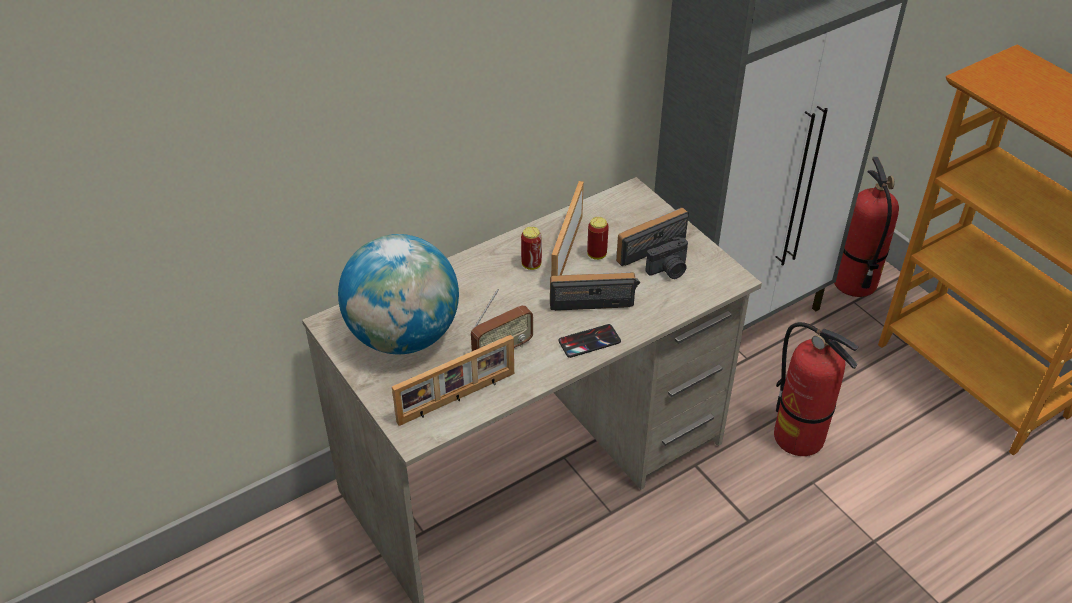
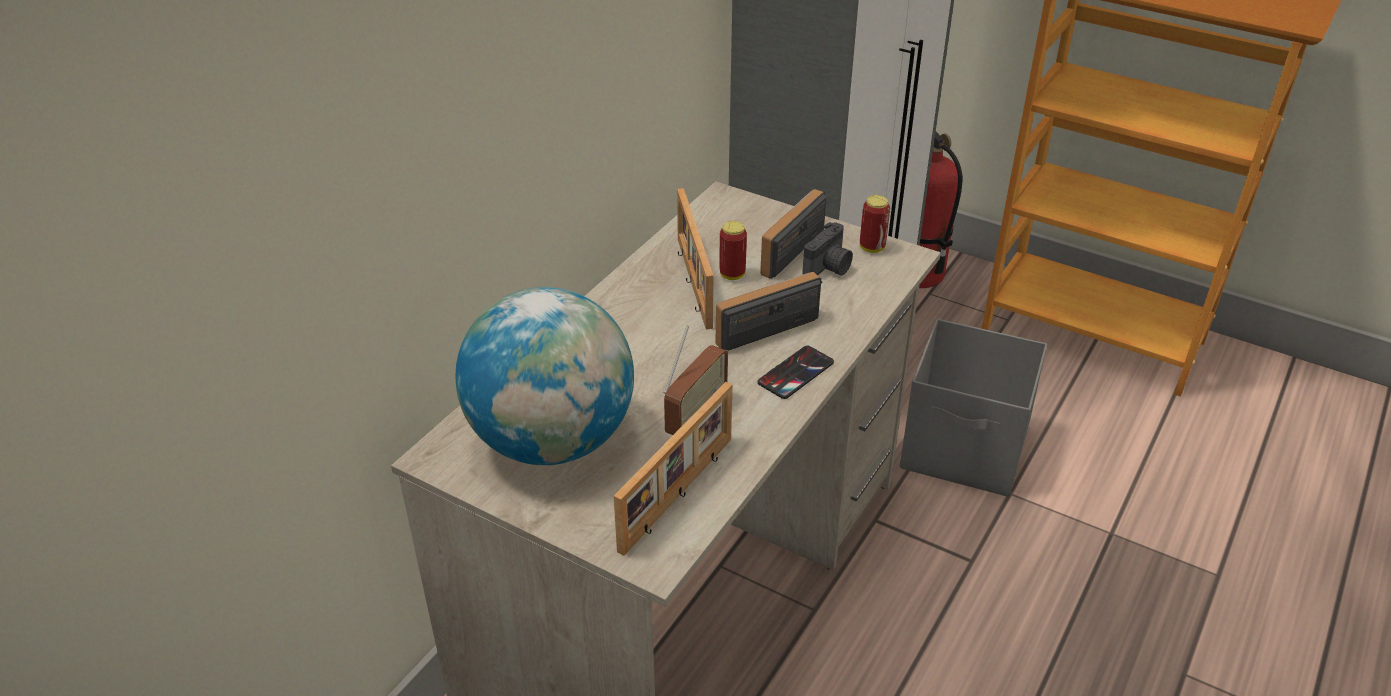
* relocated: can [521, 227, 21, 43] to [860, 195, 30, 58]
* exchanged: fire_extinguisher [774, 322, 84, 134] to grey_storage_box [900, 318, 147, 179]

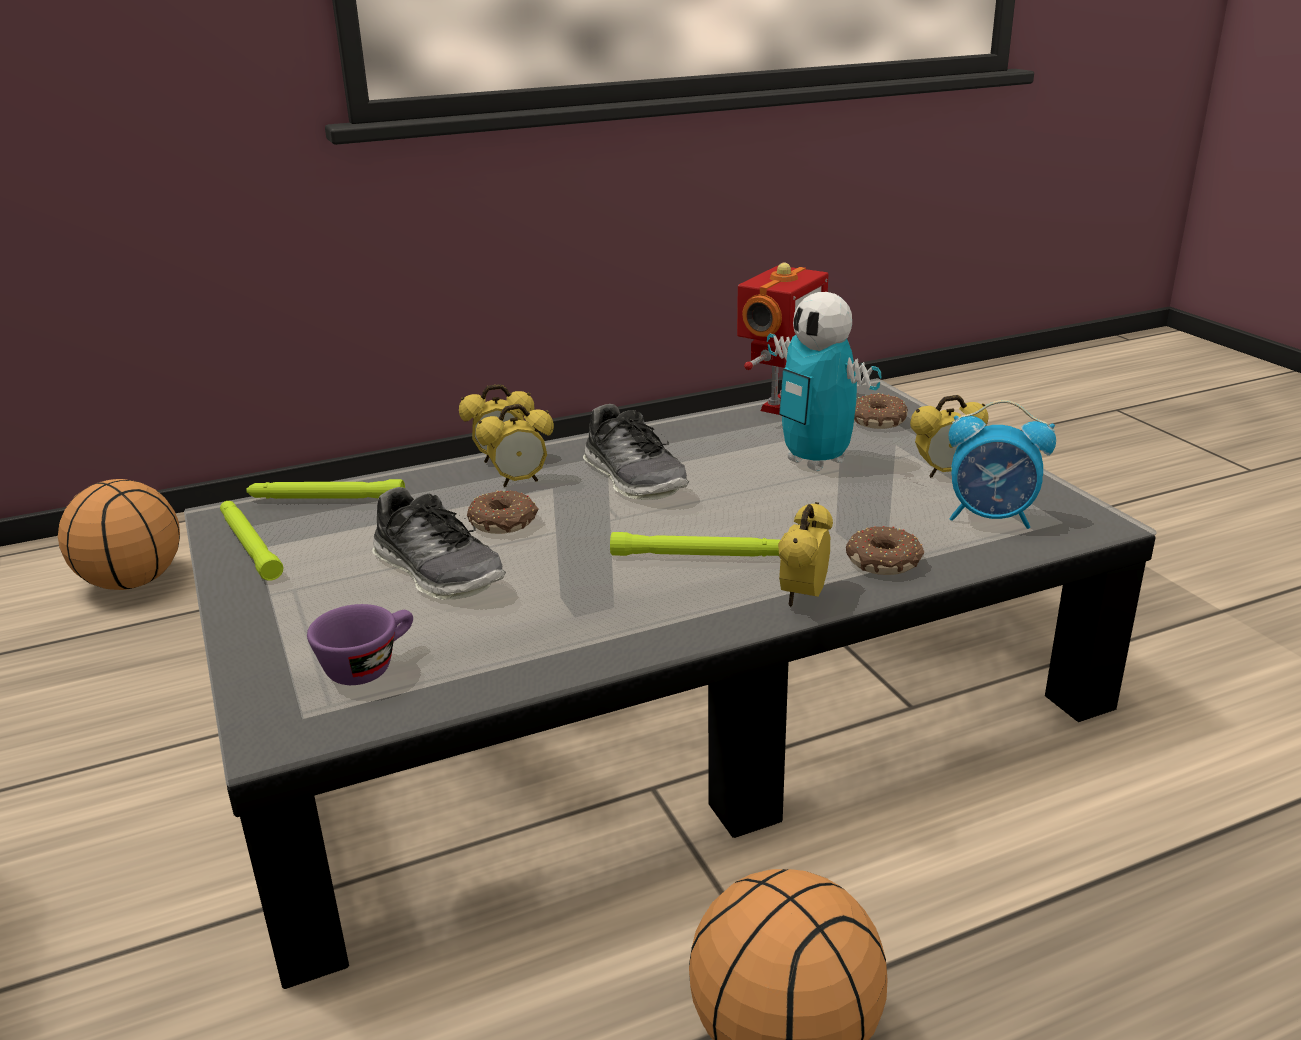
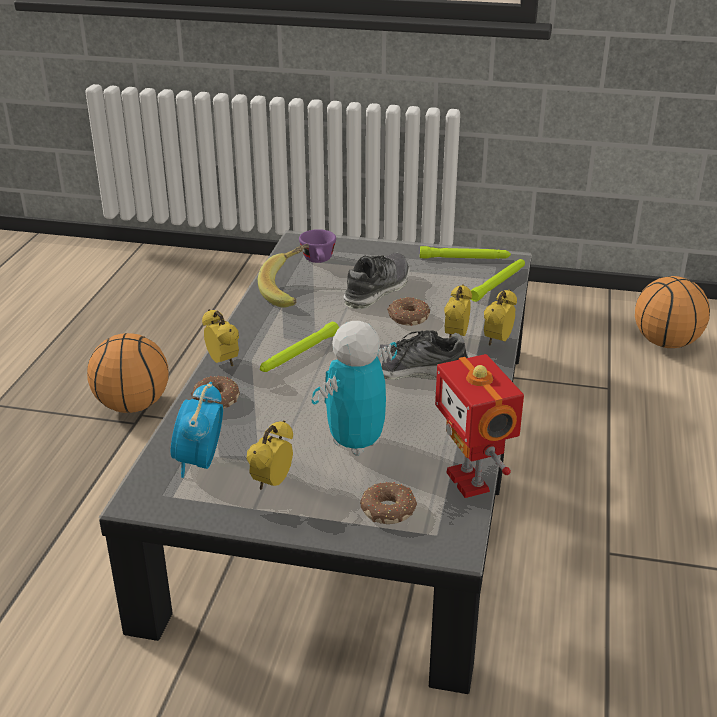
* spun: toy_robot [767, 292, 115, 180] = [312, 321, 85, 135] 45 degrees counterclockwise
* spun: alarm_clock [949, 400, 107, 129] = [171, 382, 52, 96] 45 degrees counterclockwise
* spun: shoe [372, 487, 134, 113] = [344, 253, 66, 56] 135 degrees clockwise
* appeared: banana [258, 244, 51, 64]

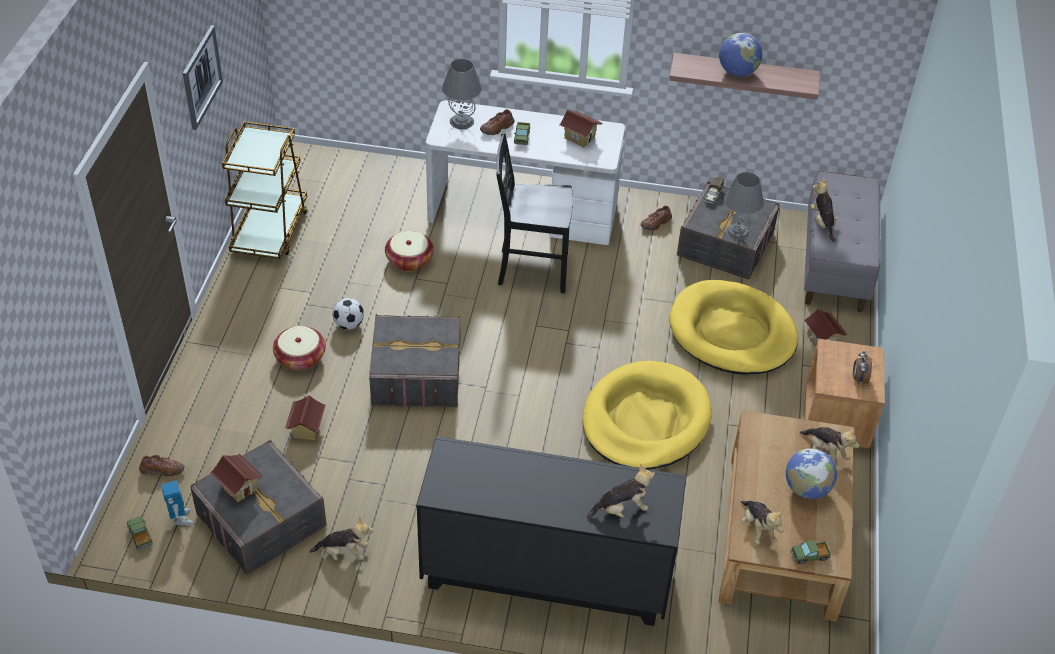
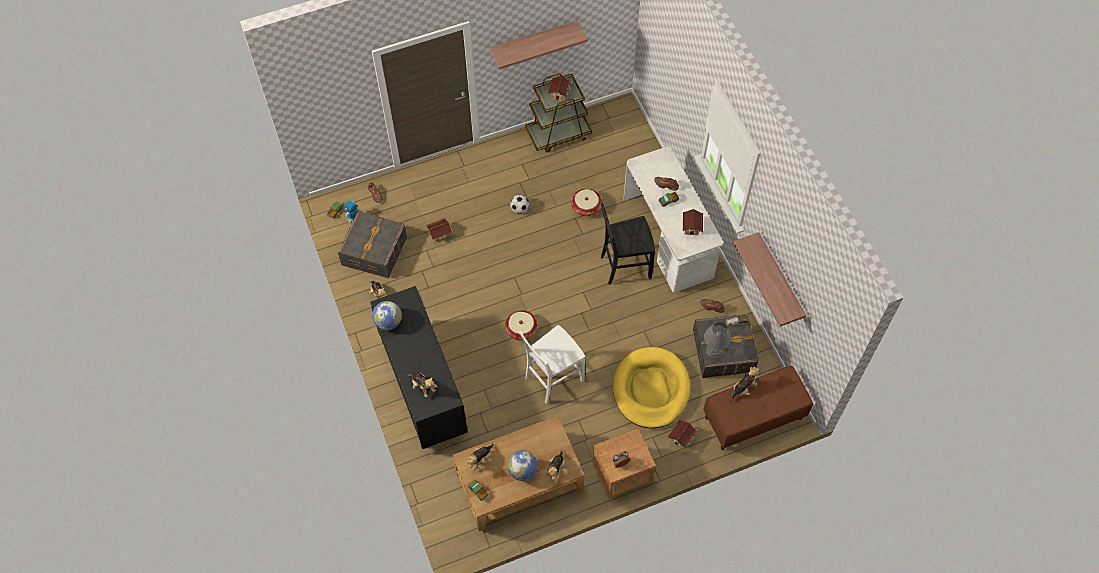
* exchanged: picture [183, 25, 40, 105] to shelf [490, 21, 98, 49]
* relocated: globe [719, 33, 43, 43] to [372, 301, 30, 29]
* missing: grey_table_lamp [442, 59, 40, 70]
* spun: black_chair [496, 132, 77, 161] = [601, 203, 54, 82] 75 degrees counterclockwise
* colour: grey_bench [804, 171, 76, 141] to brown_bench [703, 366, 110, 84]
* missing: grey_storage_box [369, 314, 91, 94]
* relocated: basket [273, 326, 53, 45] to [505, 310, 33, 30]
* exchanged: yellow_dog_bed [582, 361, 130, 108] to white_chair [519, 325, 66, 79]
* relocated: toy_house [210, 454, 53, 48] to [548, 75, 23, 26]

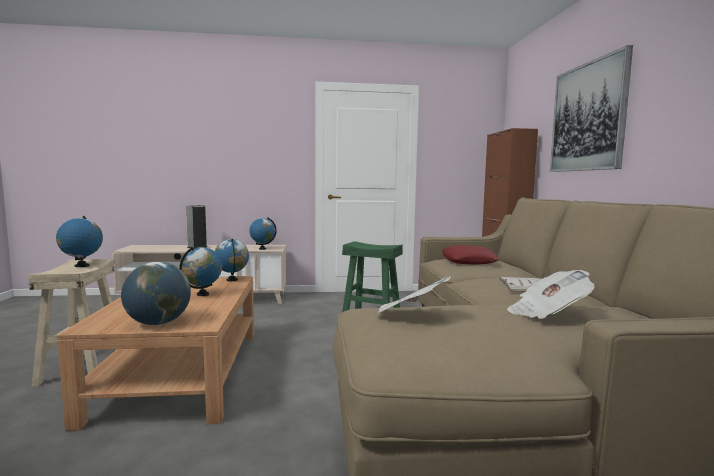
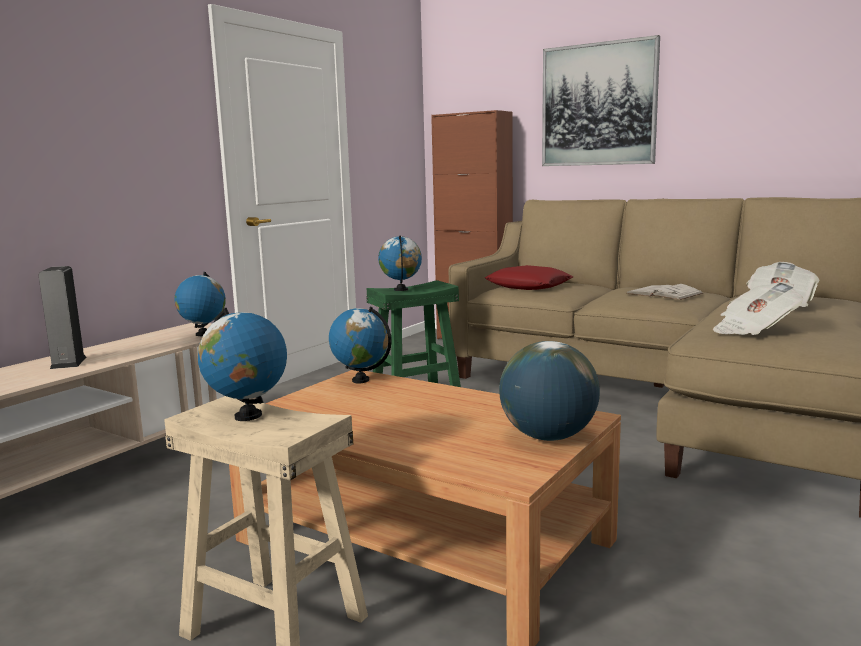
* relocated: globe [179, 247, 43, 49] to [378, 236, 44, 55]

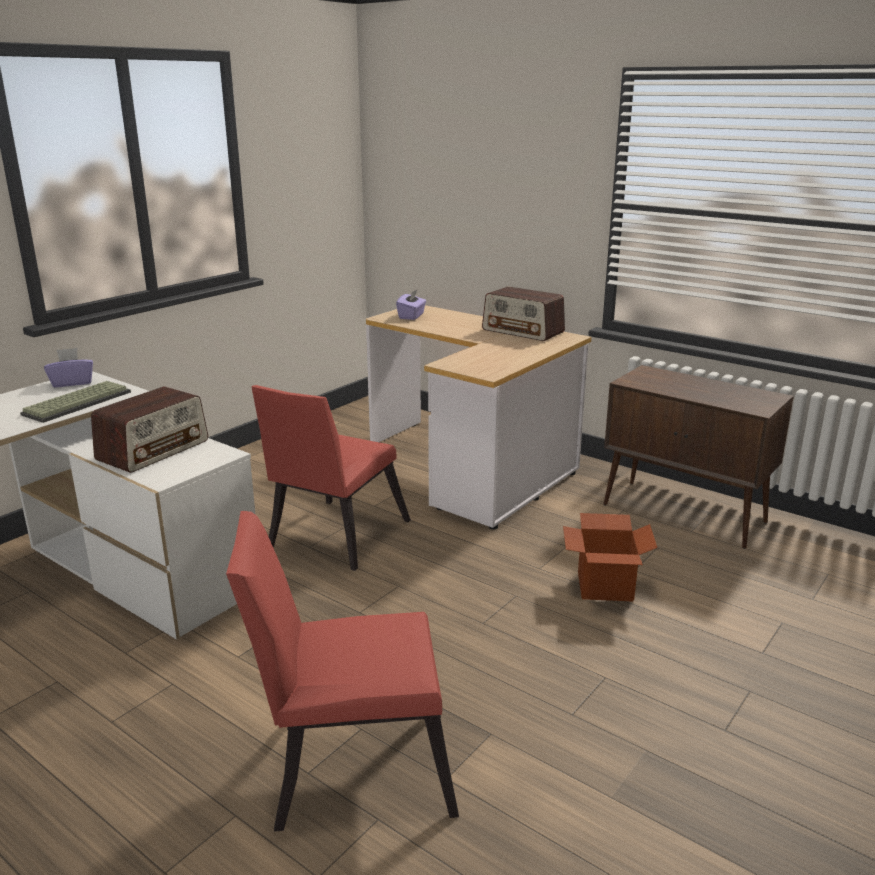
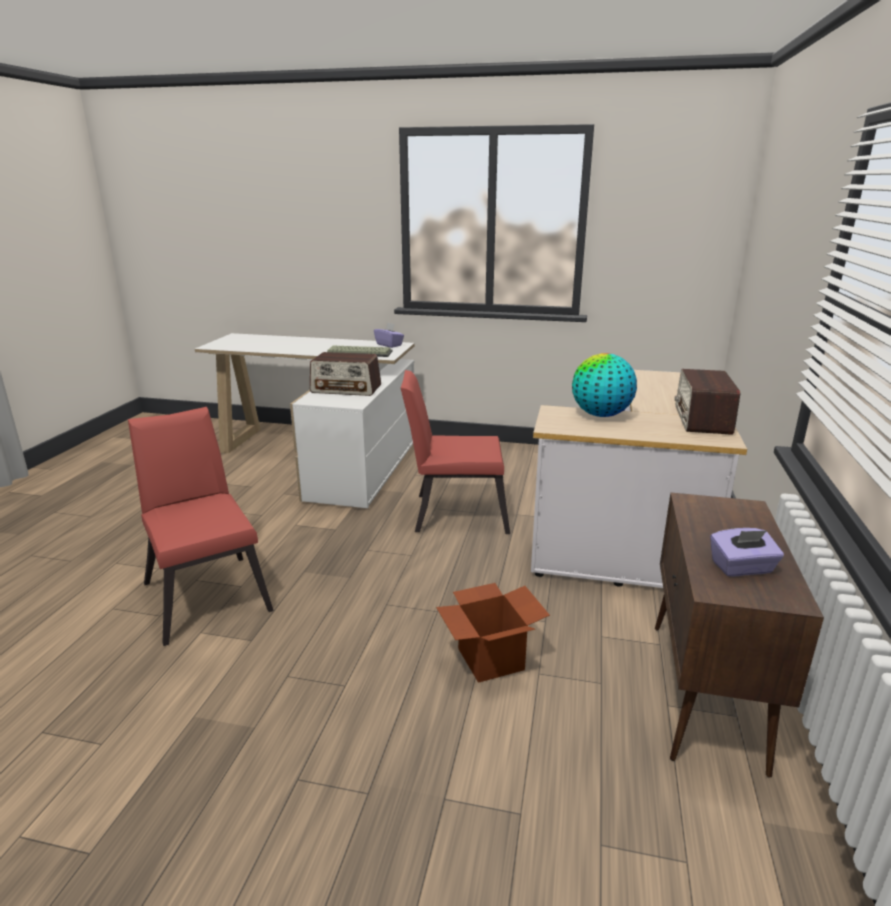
* relocated: purple_tissue_box [396, 289, 30, 31] to [710, 528, 74, 48]
* appeared: globe [572, 353, 65, 64]

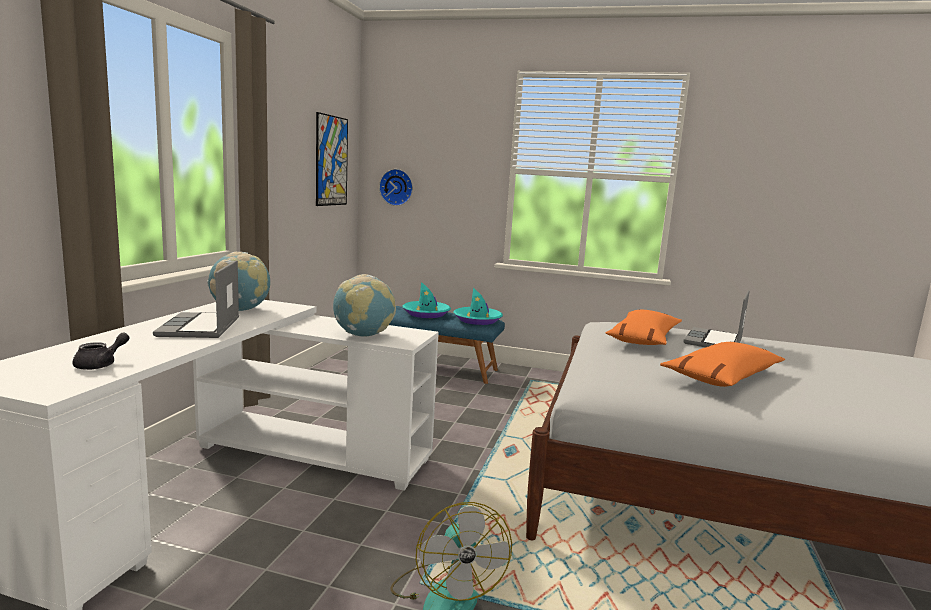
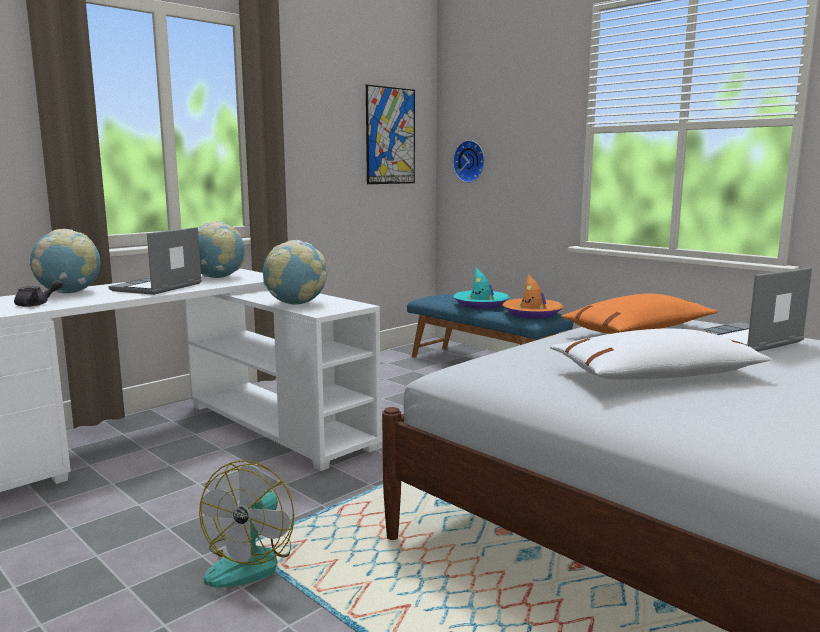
* colour: turquoise_hat [453, 287, 50, 38] to orange_hat [503, 274, 60, 44]
* colour: orange_pillow [660, 342, 125, 45] to white_pillow [550, 328, 222, 52]
* appeared: globe [29, 229, 72, 64]

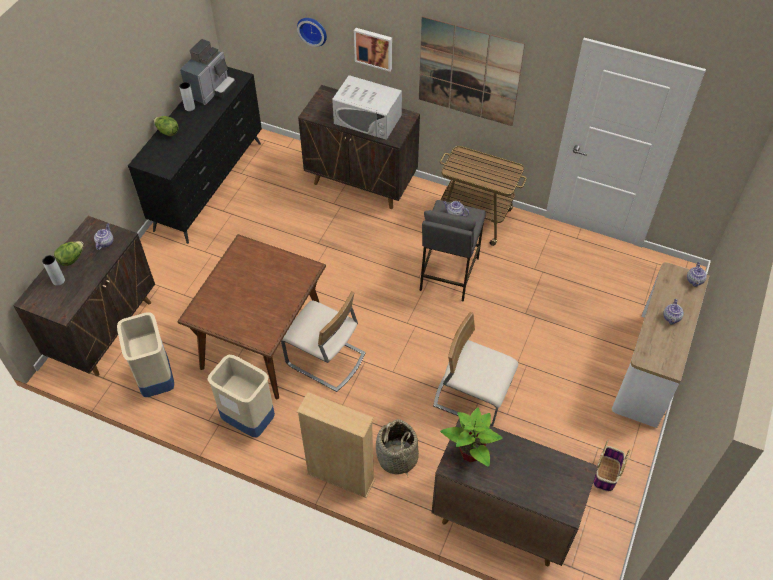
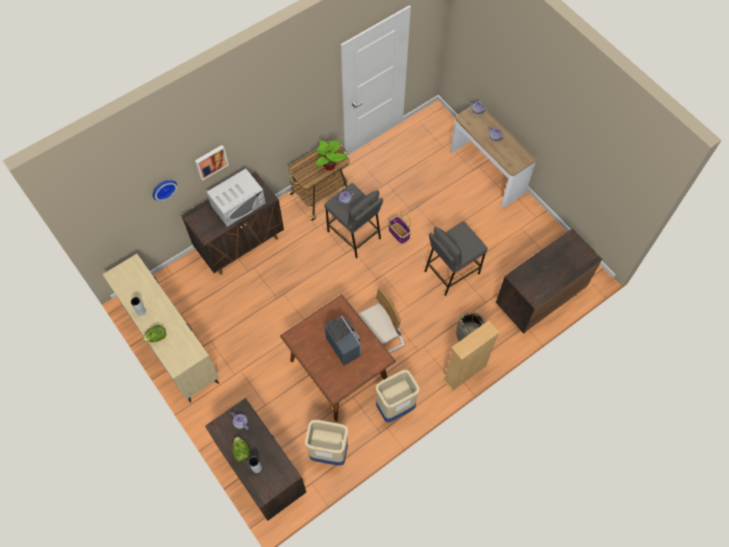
* missing: picture [419, 16, 106, 110]
* relocated: coffee_machine [180, 39, 56, 66] to [325, 316, 36, 49]
* colour: black_dresser [128, 67, 134, 177] to beige_dresser [102, 254, 117, 149]
* exchanged: beige_chair [433, 312, 85, 114] to grey_stool [425, 221, 63, 75]
* relocated: potted_plant [440, 407, 63, 60] to [315, 140, 33, 31]
* relocated: basket [593, 440, 37, 51] to [389, 211, 22, 33]

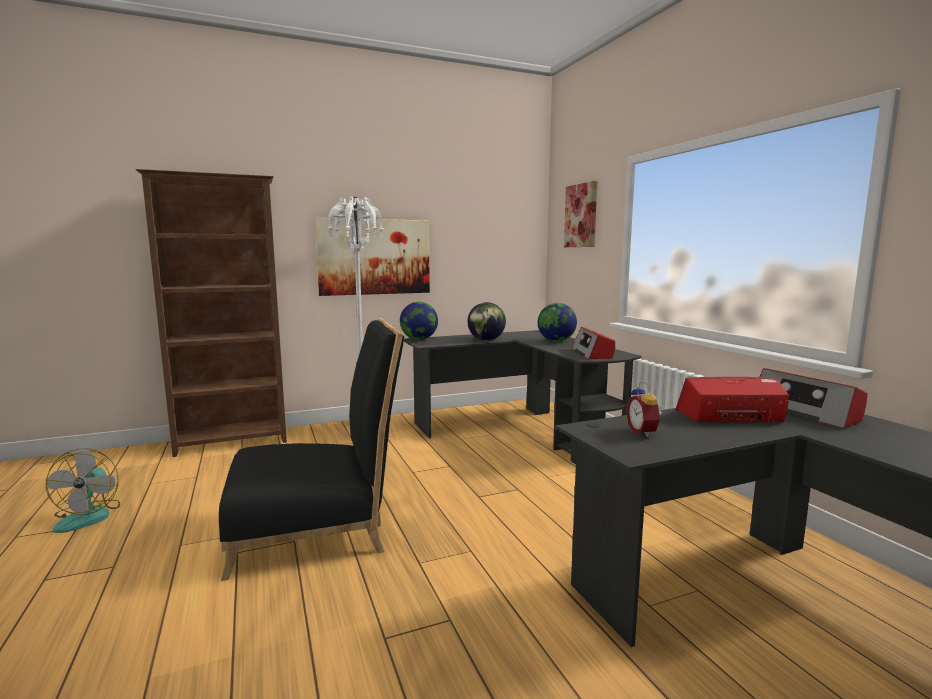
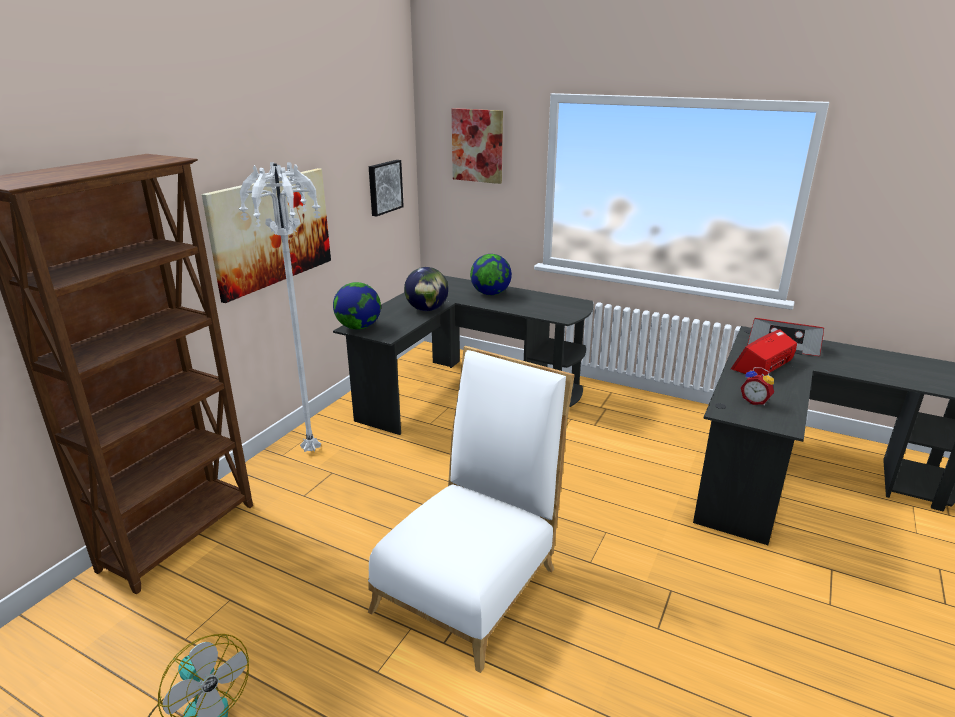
* colour: black_chair [219, 318, 185, 263] to white_chair [368, 346, 207, 327]
* missing: radio [572, 327, 43, 32]
* appeared: picture [369, 160, 35, 57]

